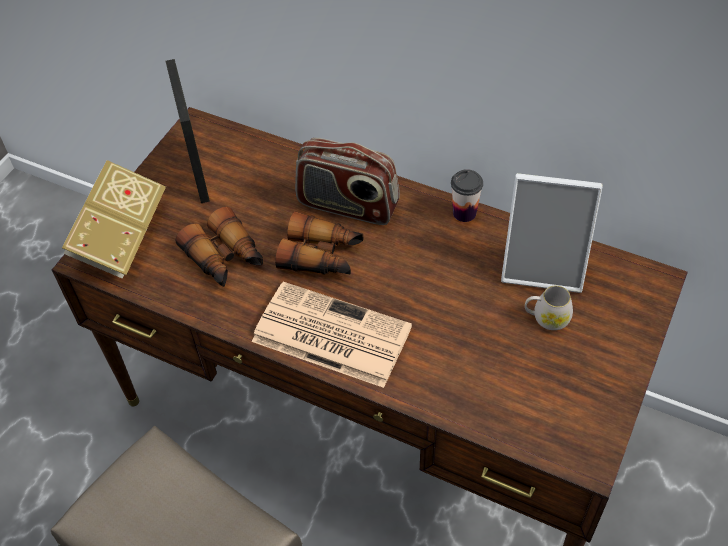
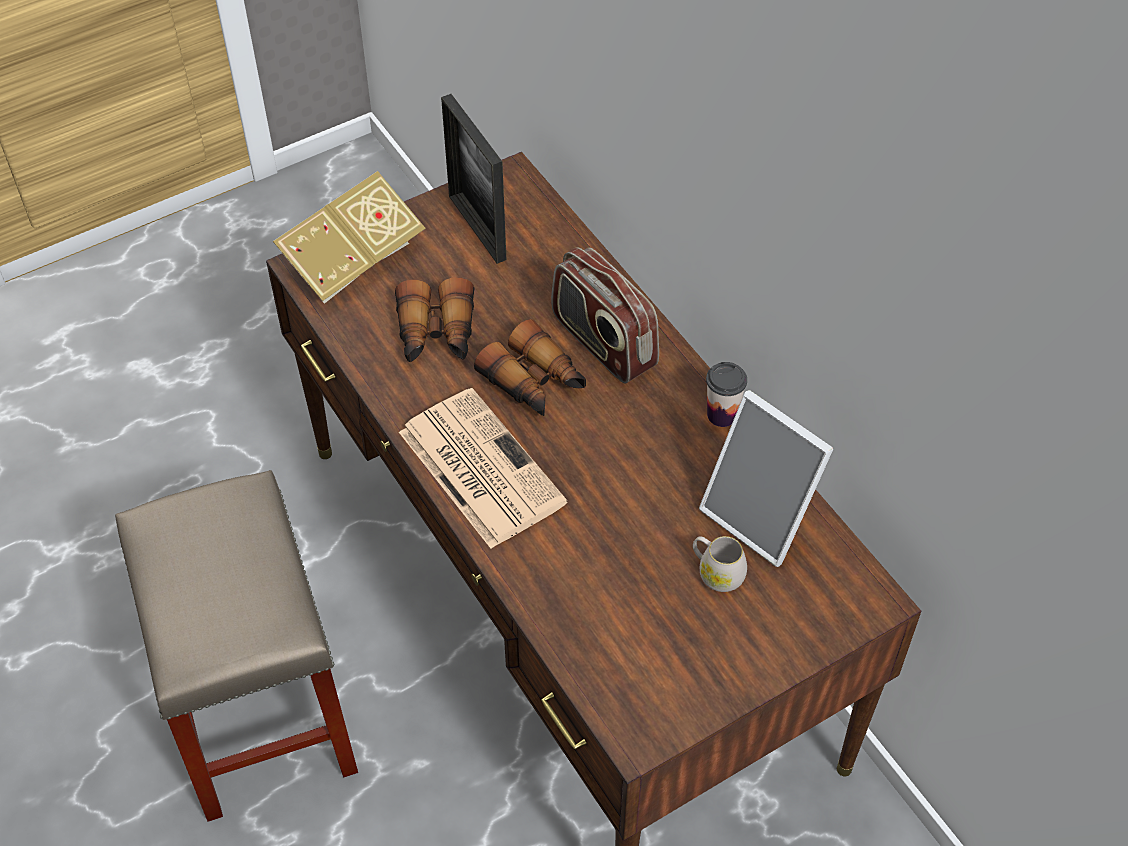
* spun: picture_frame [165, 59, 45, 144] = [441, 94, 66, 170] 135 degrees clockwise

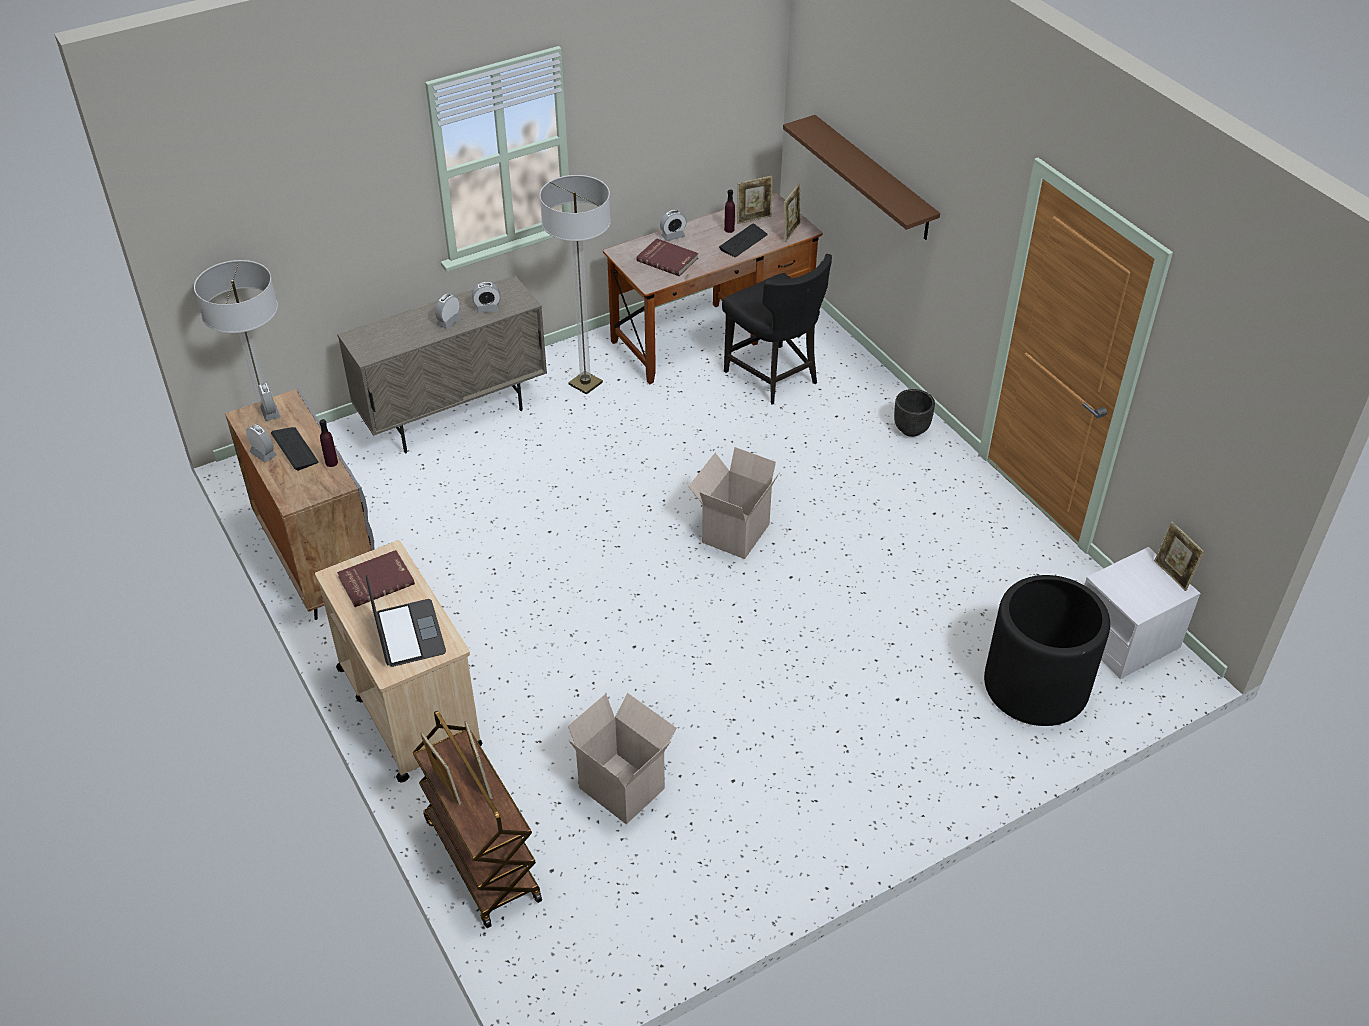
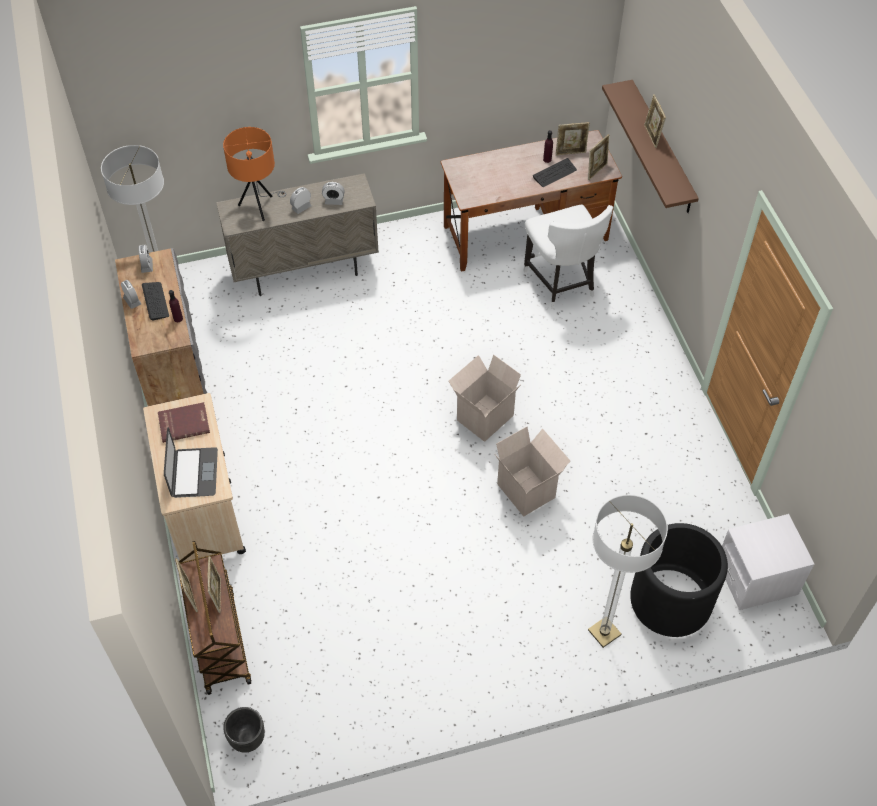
* relocated: floor_lamp [540, 175, 71, 220] to [588, 495, 80, 153]
* missing: alarm_clock [660, 210, 27, 31]
* missing: red_book [636, 238, 62, 38]
* colour: black_chair [722, 254, 110, 151] to white_chair [523, 205, 90, 104]
* relocated: black_planter [894, 389, 41, 48] to [223, 707, 42, 46]
* relocated: picture_frame [1154, 521, 50, 70] to [644, 94, 22, 54]
* relocated: cardboard_box [568, 693, 108, 131] to [495, 426, 75, 91]
* appeared: orange_table_lamp [223, 127, 63, 94]

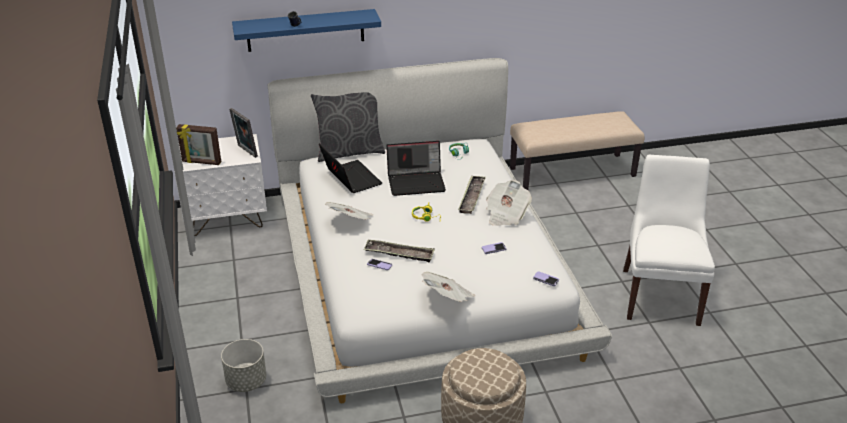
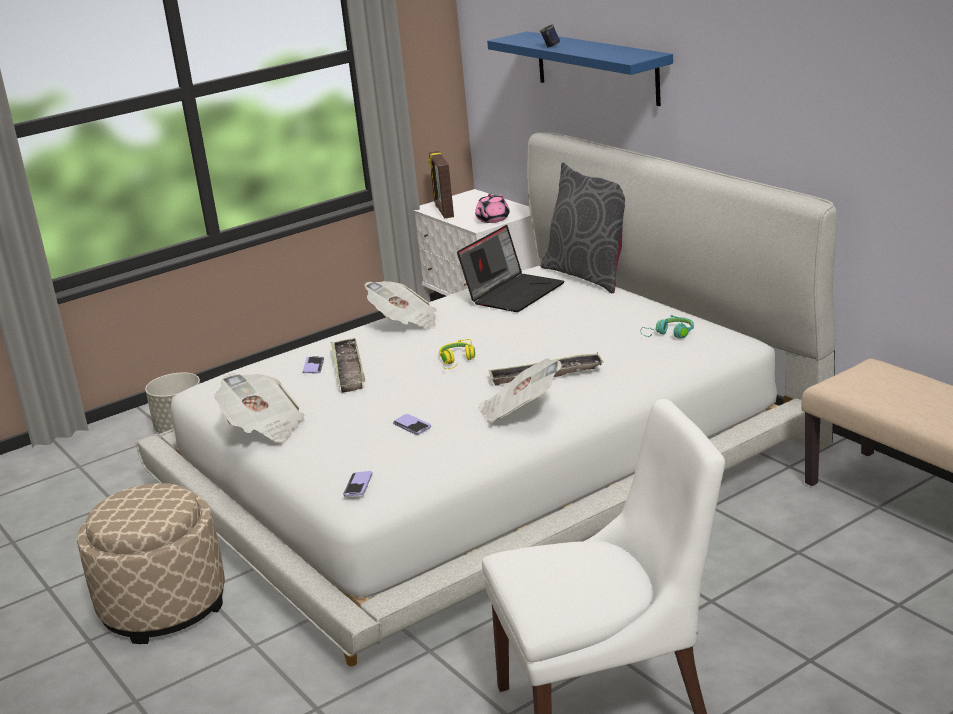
* exchanged: picture_frame [229, 108, 29, 50] to pink_teapot [475, 193, 35, 30]
* missing: laptop [386, 141, 60, 55]

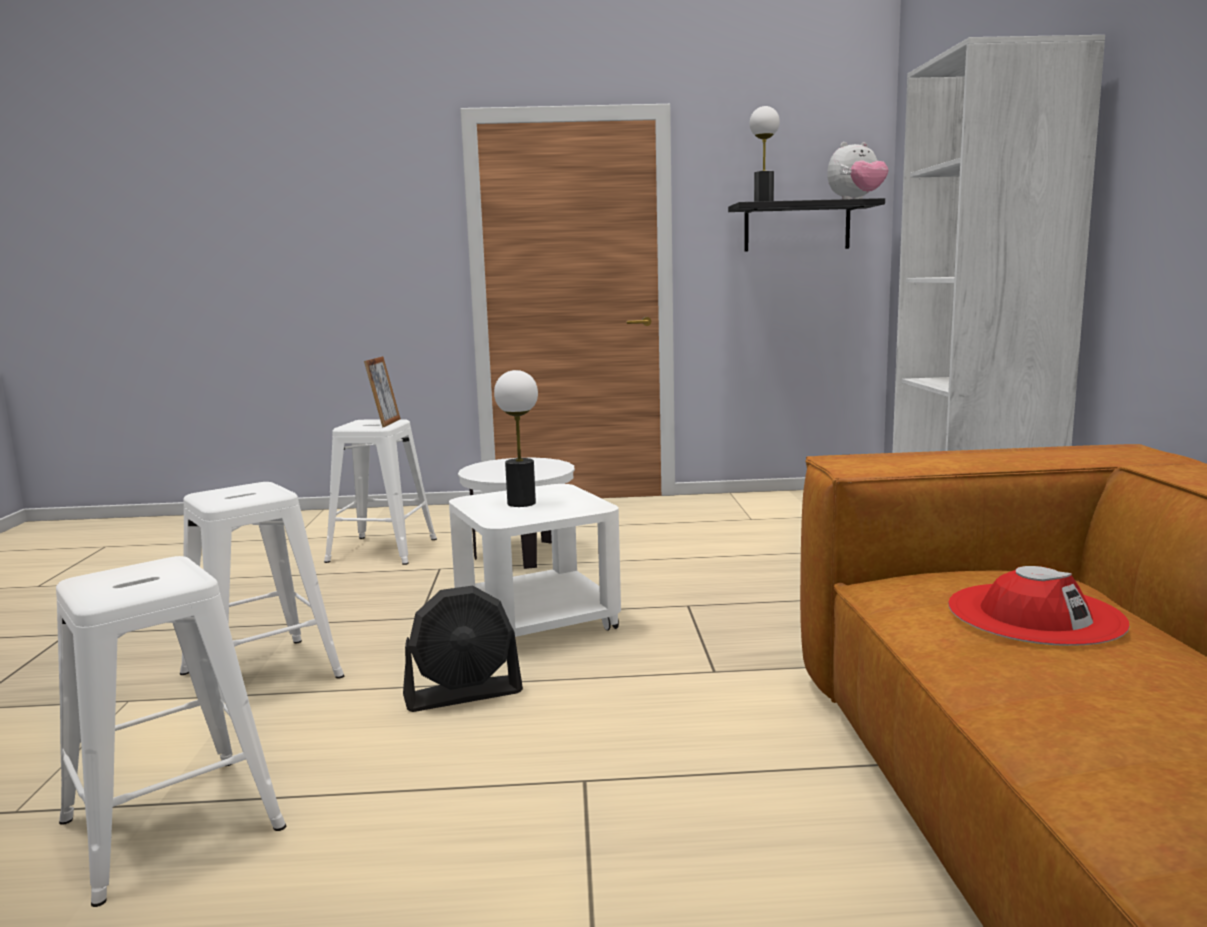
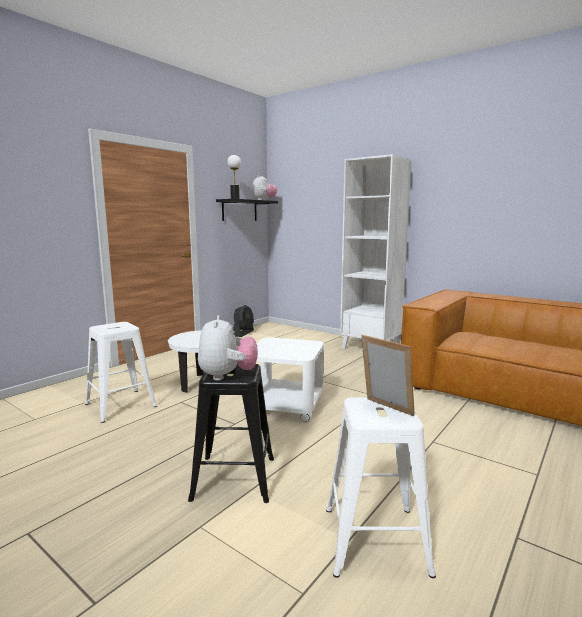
* relocated: picture_frame [364, 356, 37, 71] to [361, 335, 54, 81]
* missing: table_lamp [494, 370, 44, 137]
* colour: white_stool [180, 482, 164, 221] to black_stool [188, 363, 86, 140]
* missing: red_hat [948, 566, 181, 80]
* relocated: black_fan [403, 585, 120, 127] to [233, 305, 21, 32]
* appeared: plush_toy [198, 315, 60, 66]

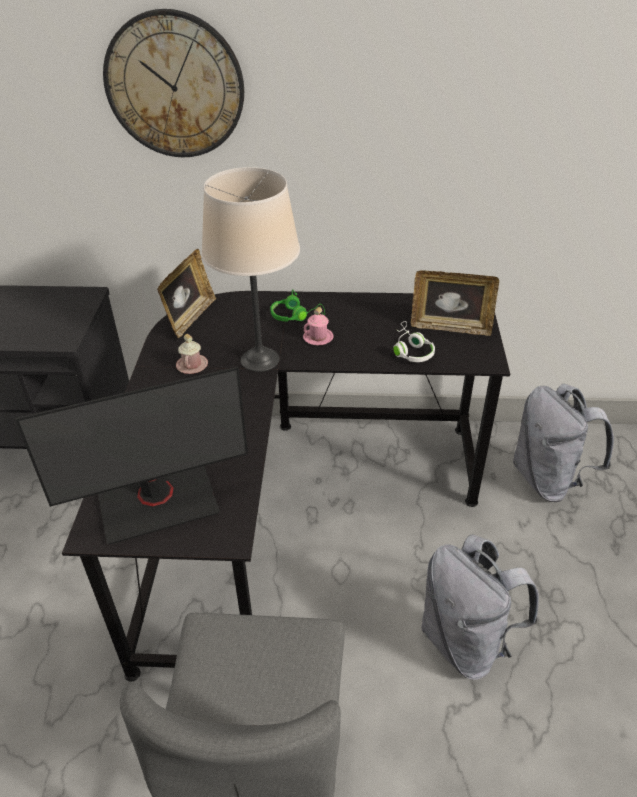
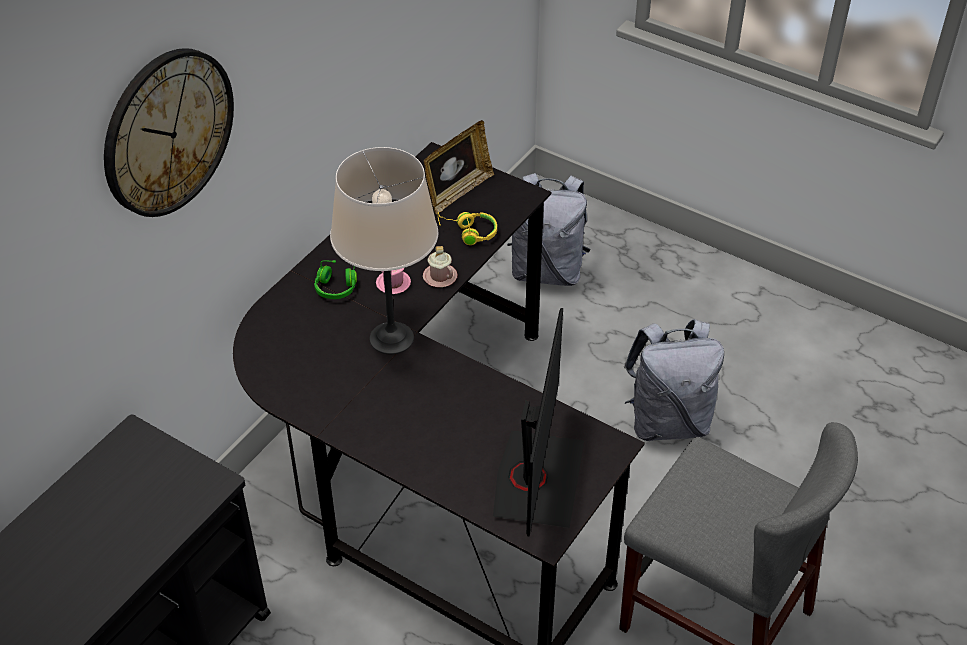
* missing: picture_frame [157, 249, 60, 89]
* colour: white_headphones [393, 321, 42, 41] to yellow_headphones [438, 212, 59, 33]
* relocated: pink_mug [176, 334, 32, 40] to [423, 246, 34, 41]

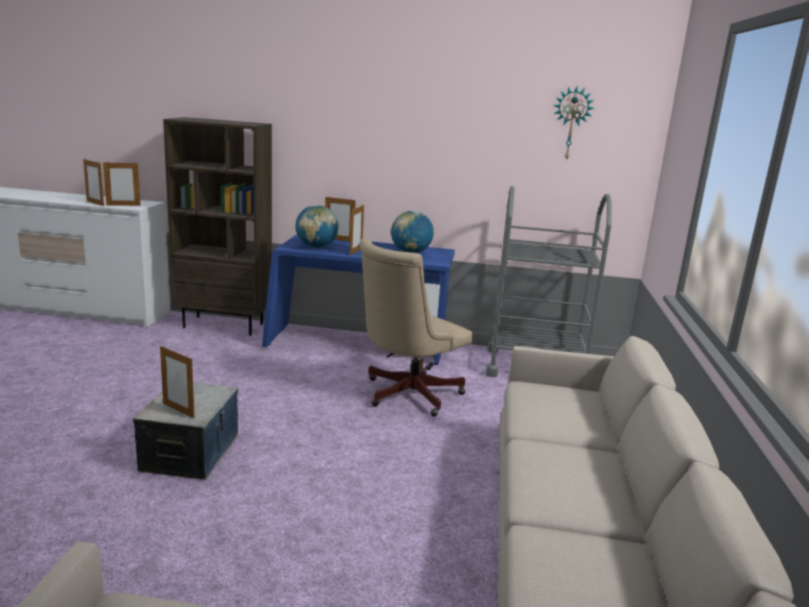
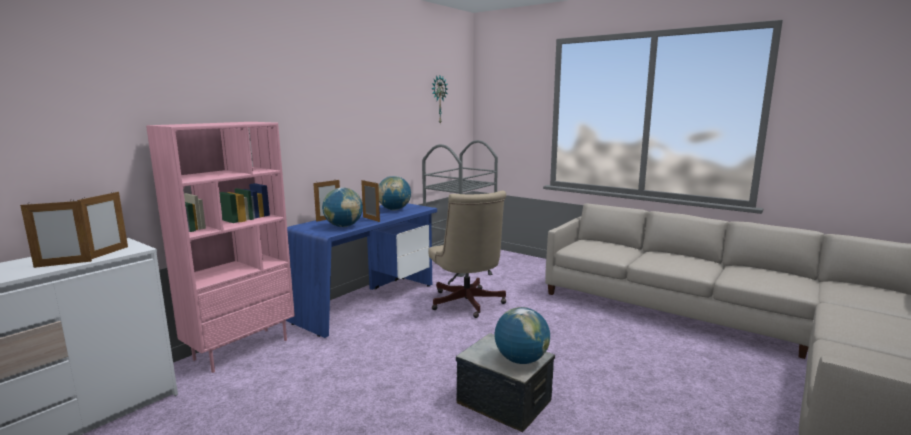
* colour: brown_bookcase [163, 117, 109, 219] to pink_bookcase [146, 122, 149, 251]
* exchanged: picture_frame [160, 346, 35, 72] to globe [495, 307, 55, 57]

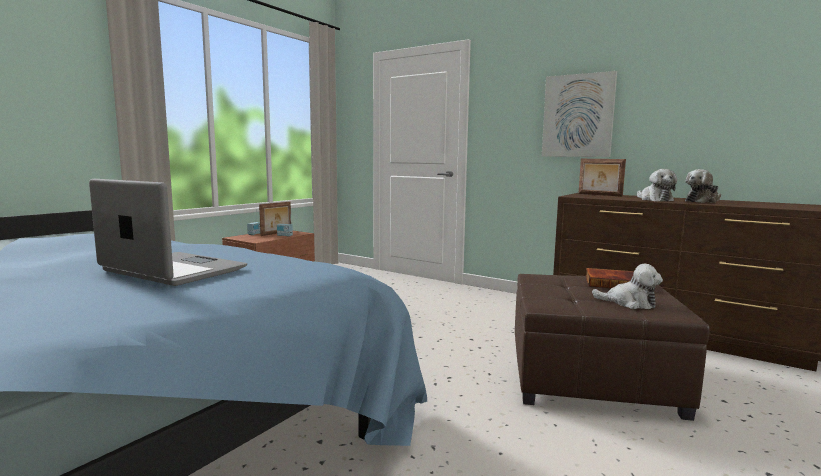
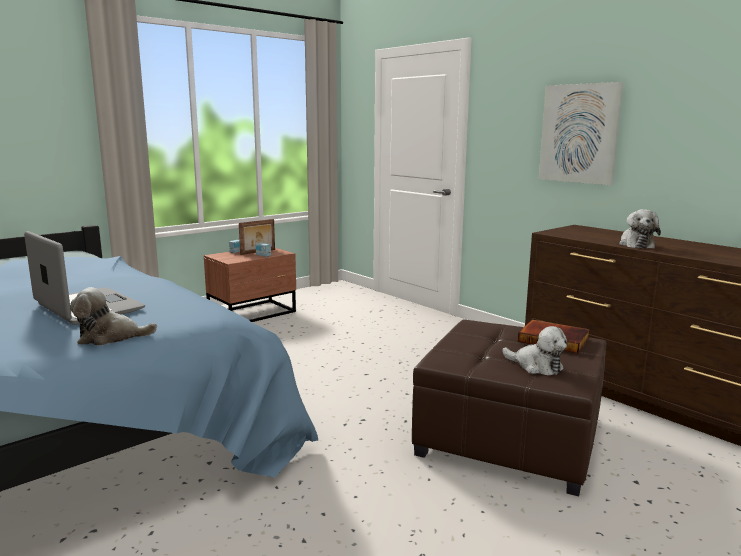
* missing: picture_frame [578, 159, 48, 38]
* relocated: plush_toy [685, 169, 36, 34] to [70, 287, 87, 59]

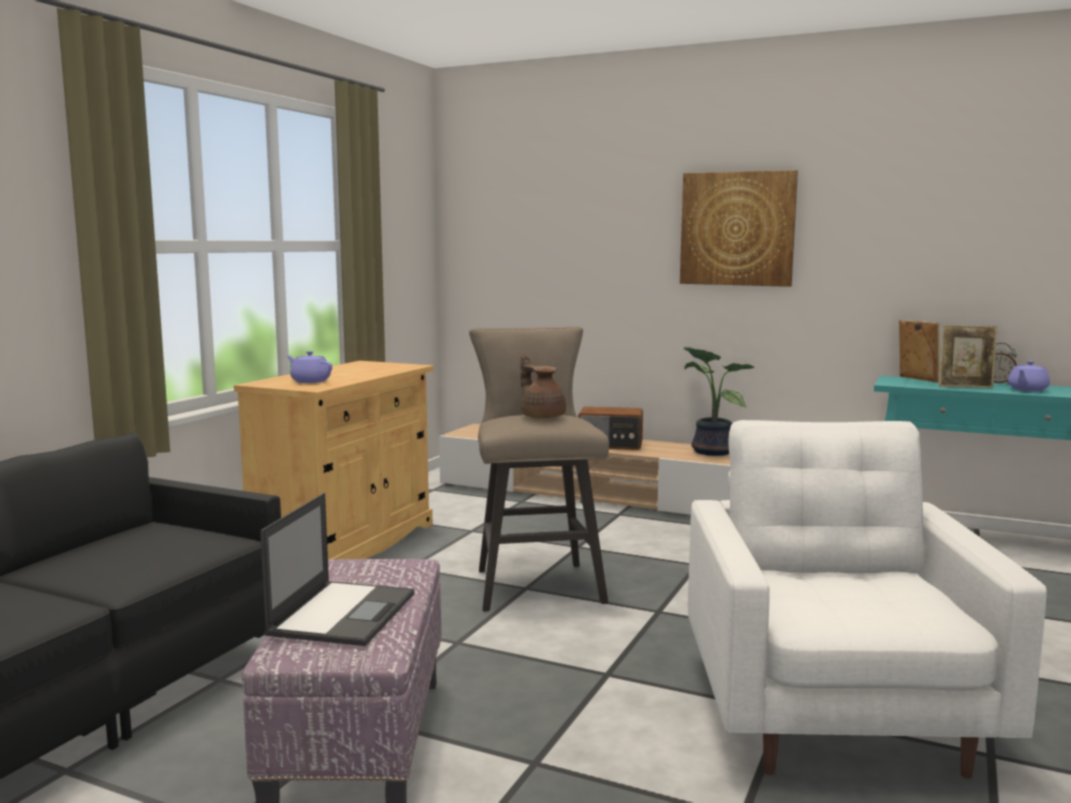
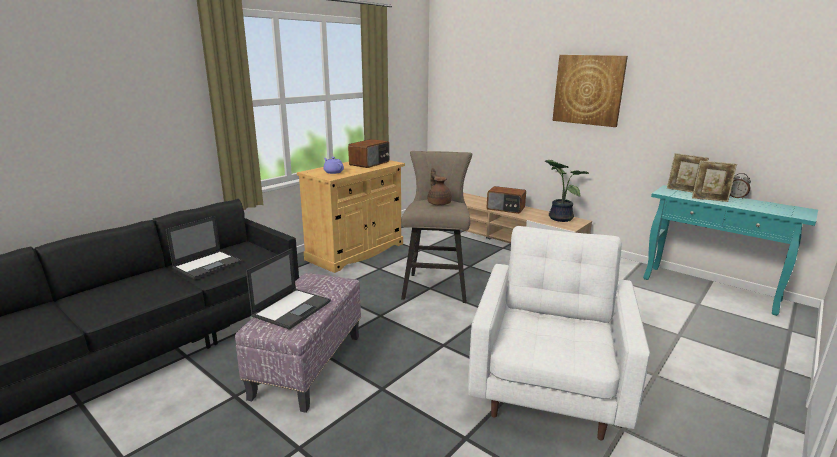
* spun: picture_frame [899, 320, 41, 63] = [667, 153, 42, 40] 135 degrees clockwise
* missing: purple_teapot [1008, 361, 42, 30]
* appeared: radio [348, 139, 41, 29]
* appeared: laptop [166, 216, 76, 63]

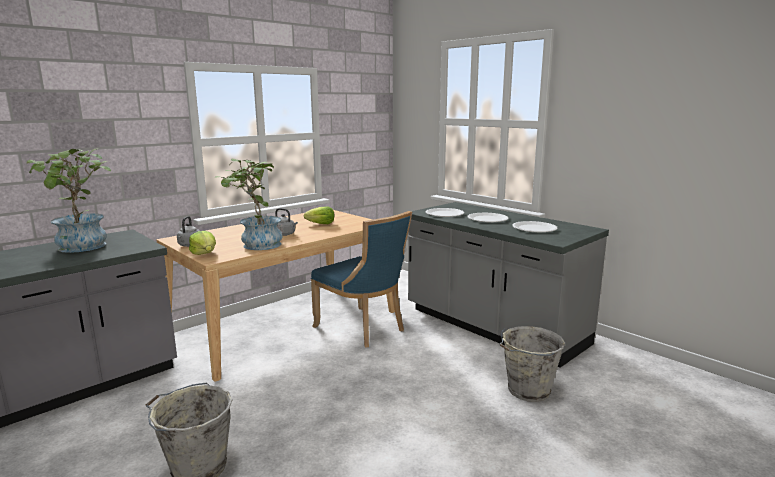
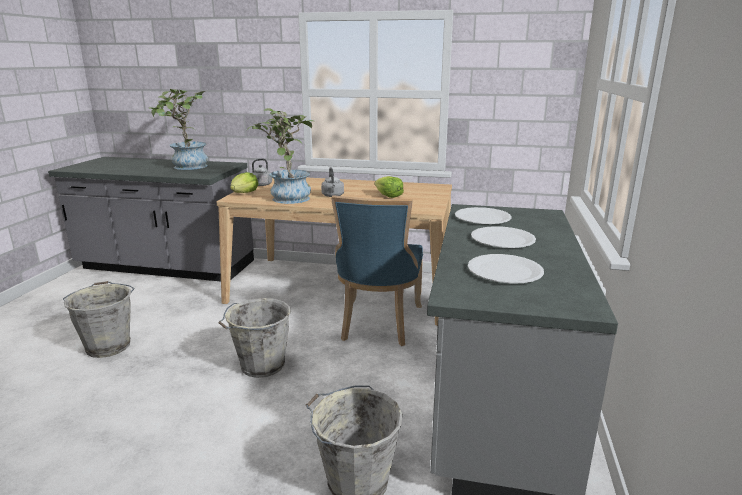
* appeared: grey_bucket [219, 298, 72, 80]

